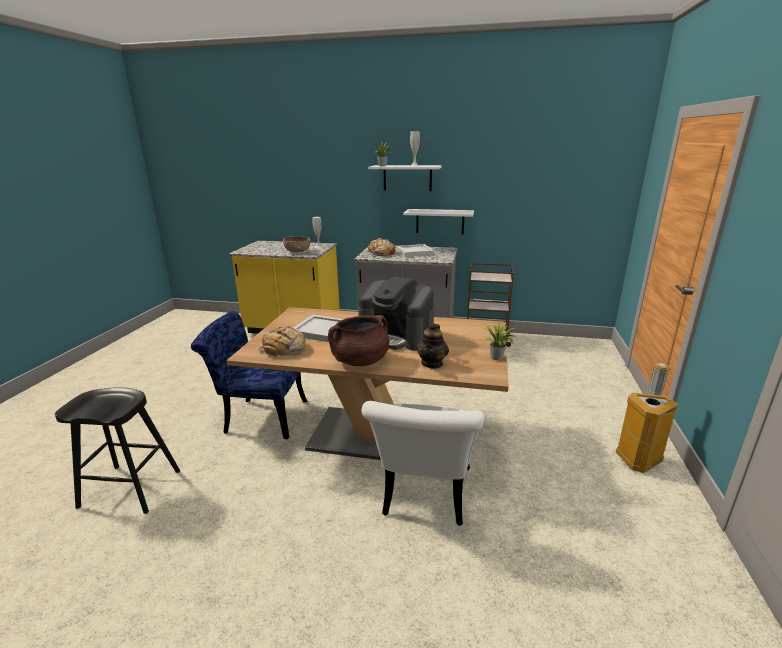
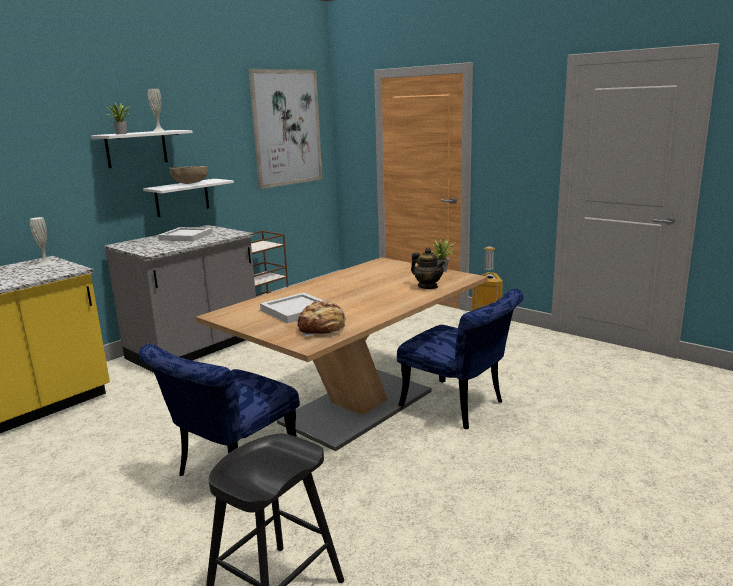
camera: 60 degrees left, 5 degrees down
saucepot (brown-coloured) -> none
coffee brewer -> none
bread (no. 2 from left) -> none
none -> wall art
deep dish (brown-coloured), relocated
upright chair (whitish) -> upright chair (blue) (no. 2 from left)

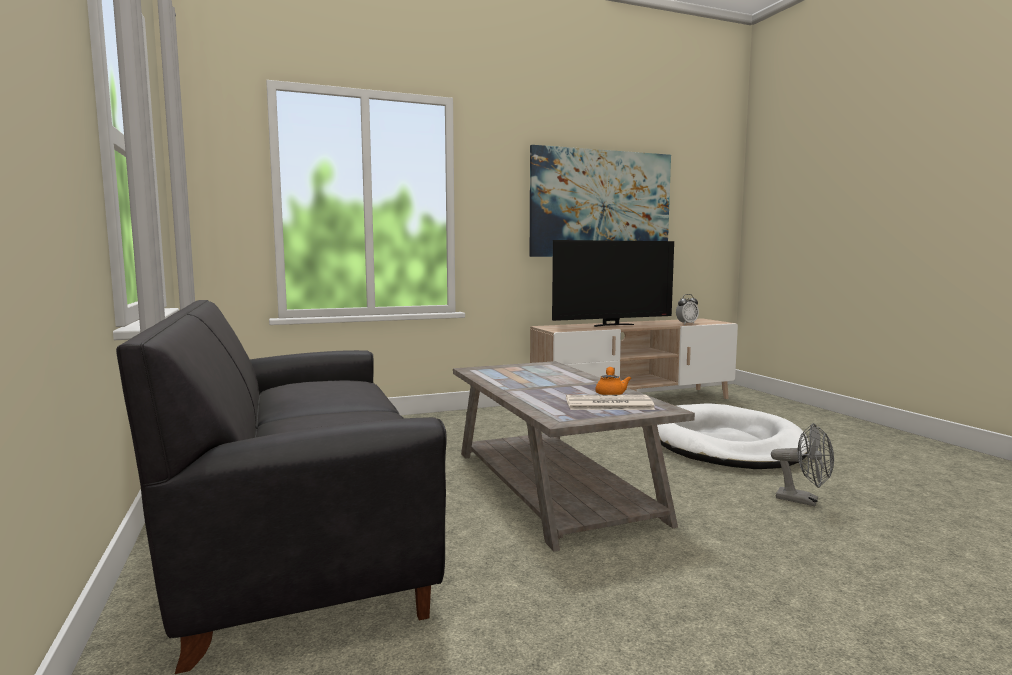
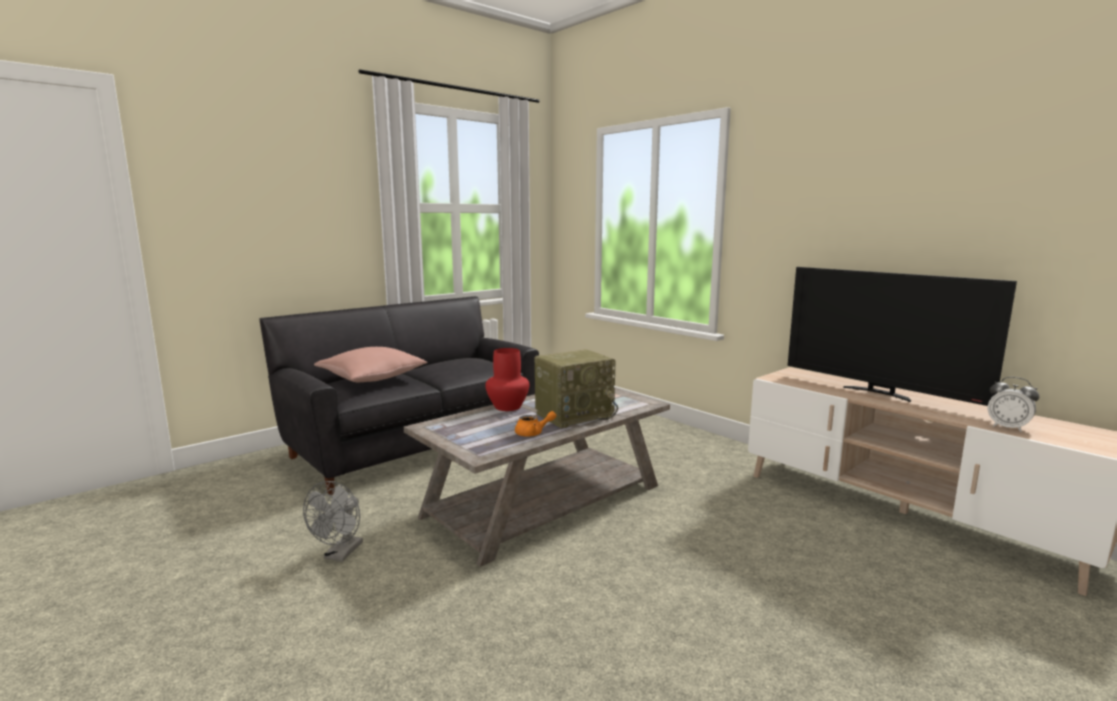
camera: 70 degrees right, 5 degrees up
wall art -> none
newspaper -> none
dog cushion (whitish) -> none
none -> cushion (pink)
none -> decorative vase (reddish)
none -> radio
fan (grey), relocated

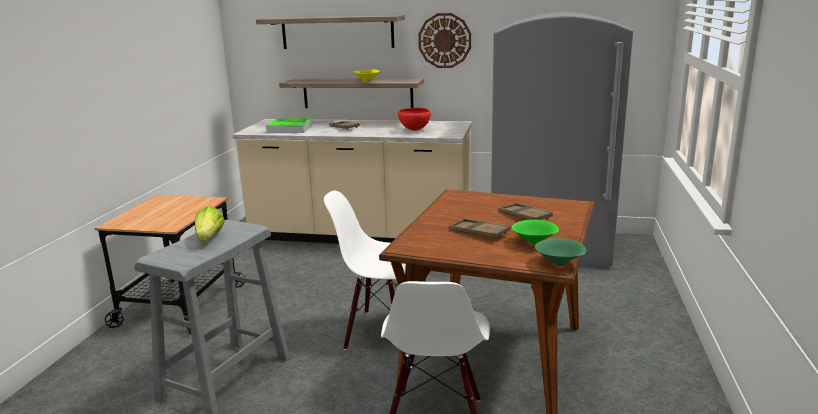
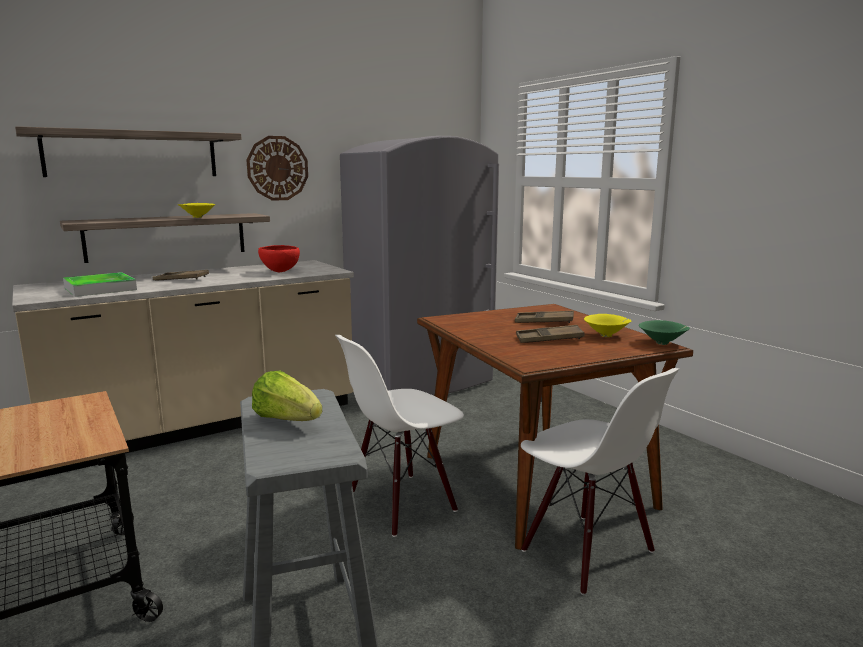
camera: 45 degrees left, 5 degrees down
deep dish (greenish) (no. 1 from left) -> deep dish (yellow-coloured) (no. 2 from left)

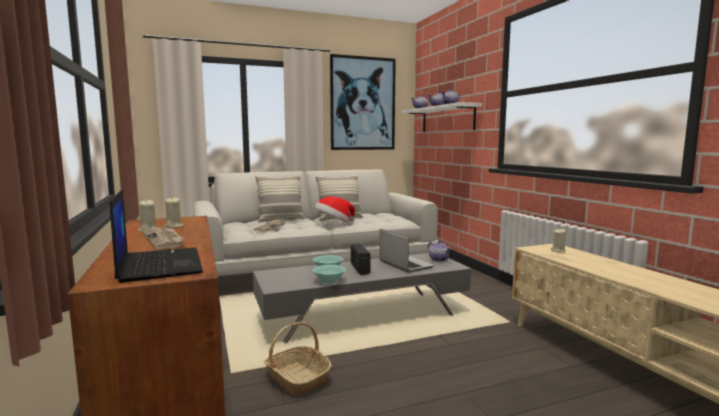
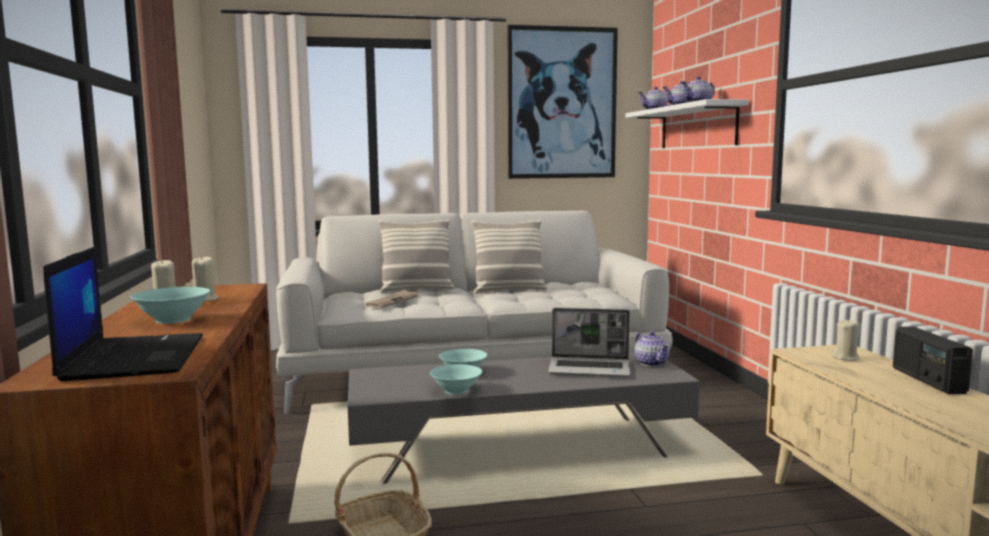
camera: 10 degrees right, 0 degrees up
wearable hat -> none
radio, relocated
newspaper (no. 1 from left) -> deep dish (turquoise) (no. 1 from left)
notebook computer (no. 2 from left), 120 degrees clockwise

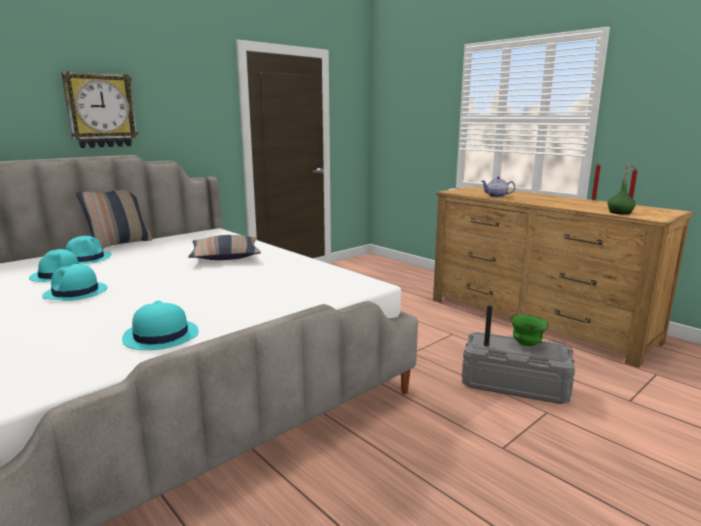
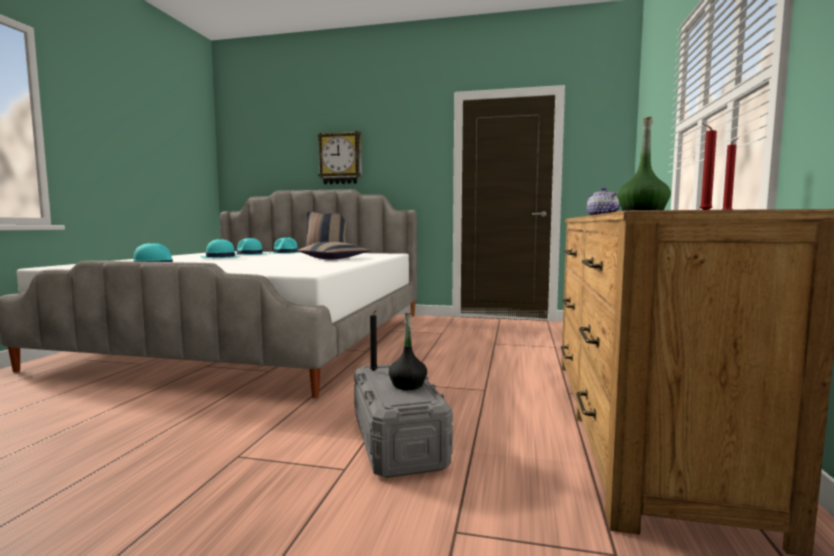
camera: 55 degrees right, 10 degrees down
deep dish (greenish) -> drink bottle (black)

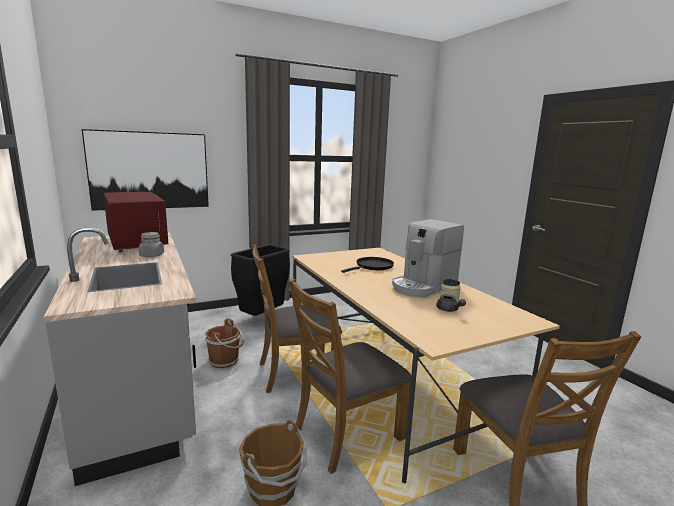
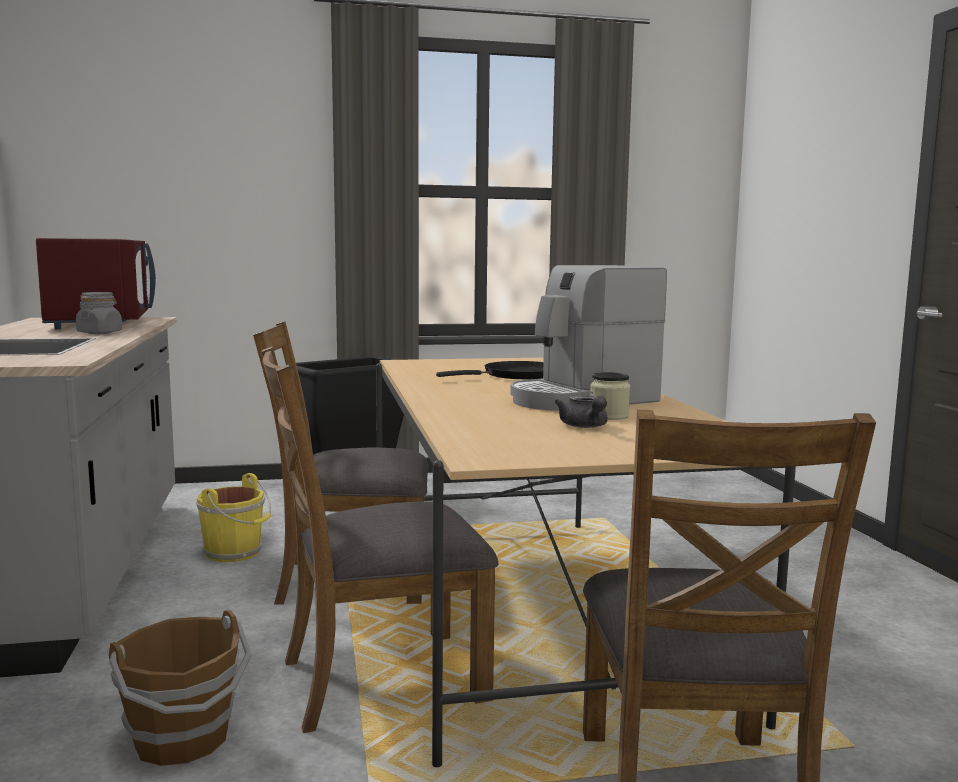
camera: 15 degrees right, 5 degrees down
wall art -> none
water bucket (brown-coloured) (no. 1 from left) -> water bucket (yellow-coloured)

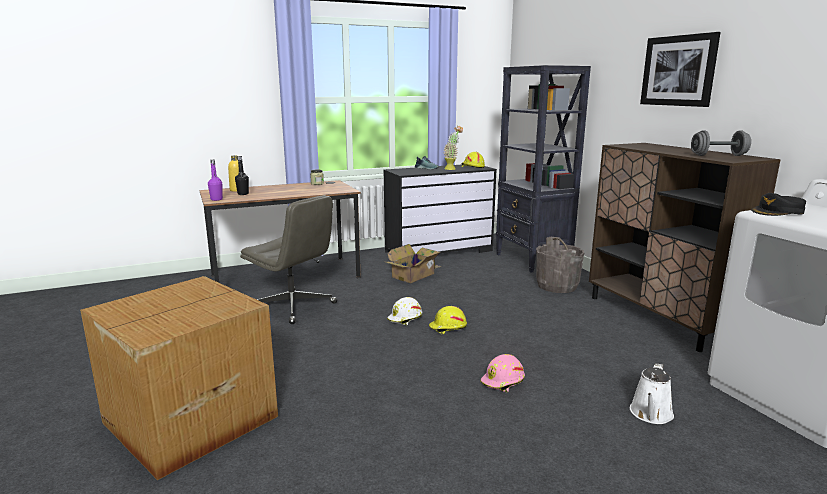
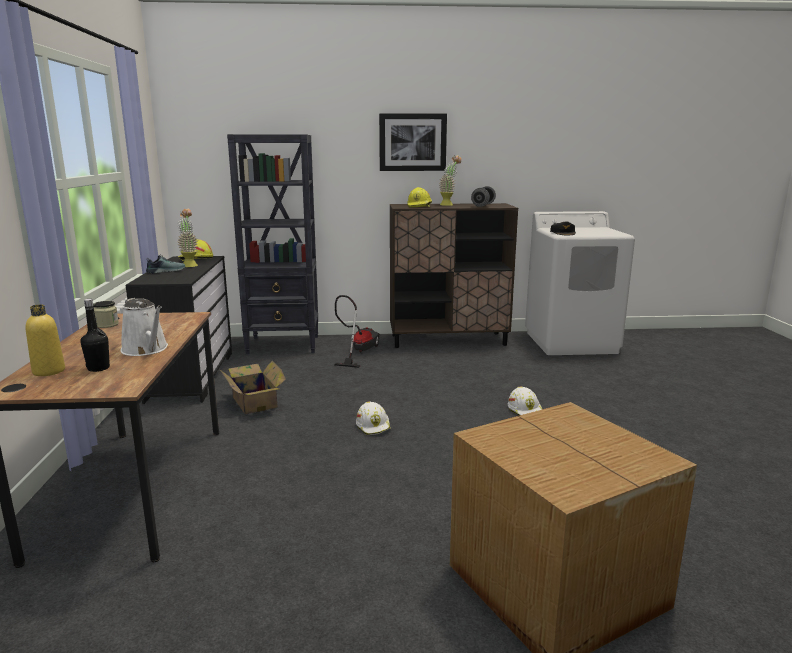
camera: 70 degrees left, 0 degrees up
drink bottle (purple-coloured) -> none
office chair (grey) -> none
none -> plant in a pot (no. 2 from left)
work helmet (yellow-coloured) (no. 1 from left in the first image) -> work helmet (yellow-coloured) (no. 2 from left), relocated
sprinkling can (whitish), relocated
water bucket (grey) -> hoover
work helmet (pink) -> work helmet (whitish) (no. 2 from left)

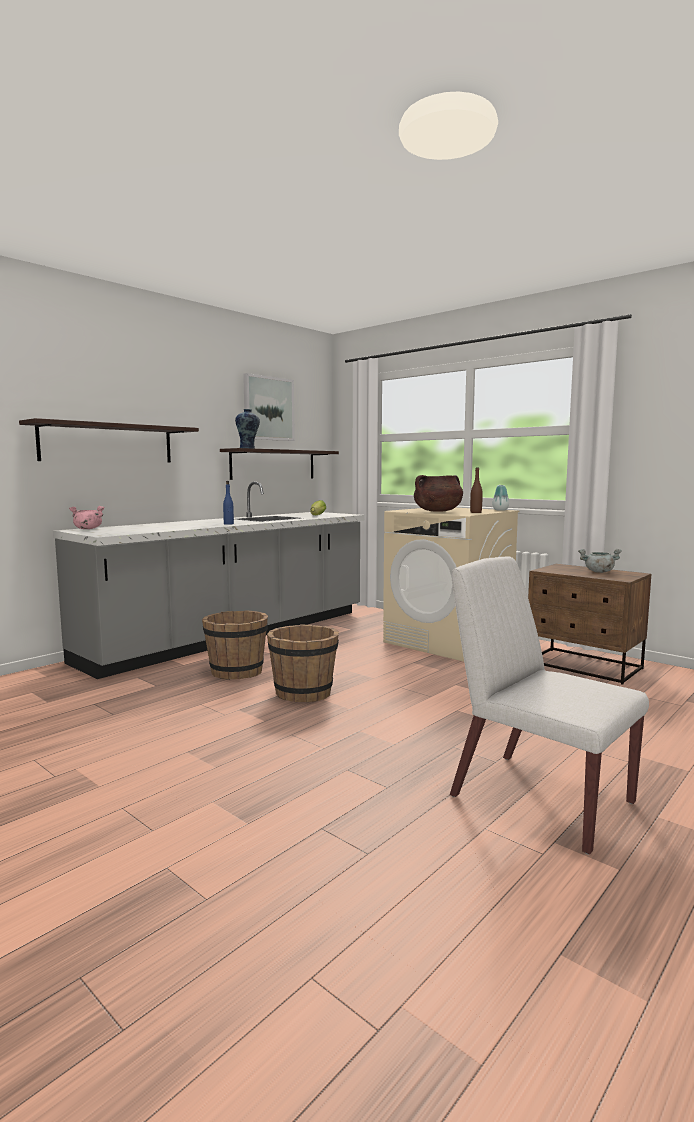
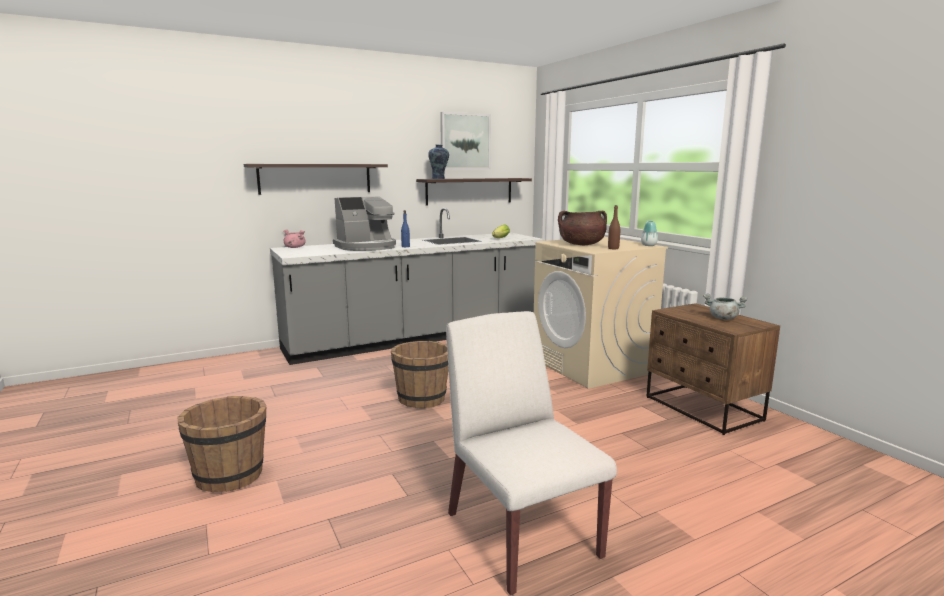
camera: 20 degrees right, 5 degrees up
none -> coffee brewer
water bucket (brown-coloured) (no. 1 from left), relocated

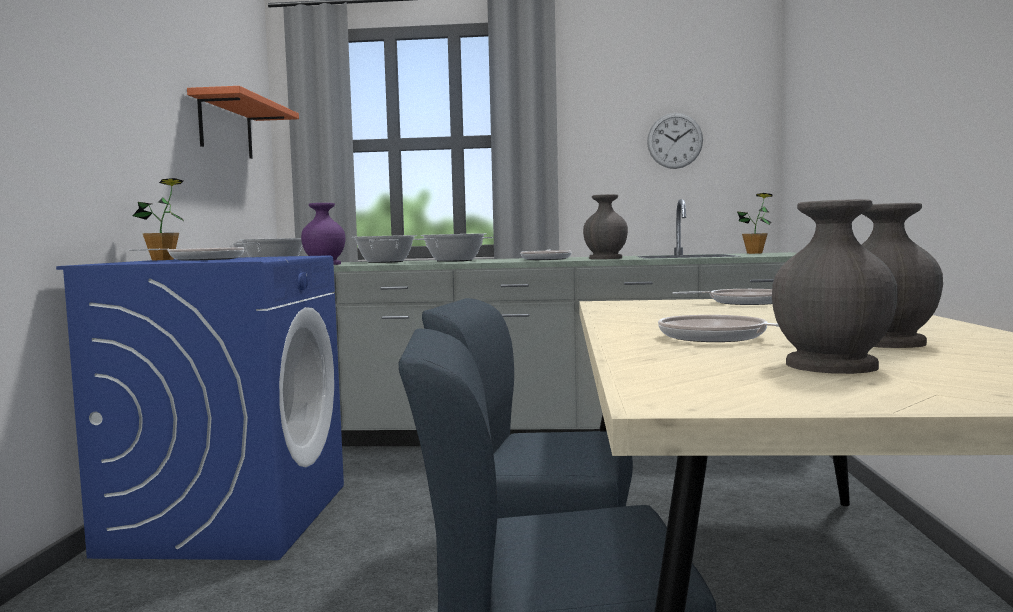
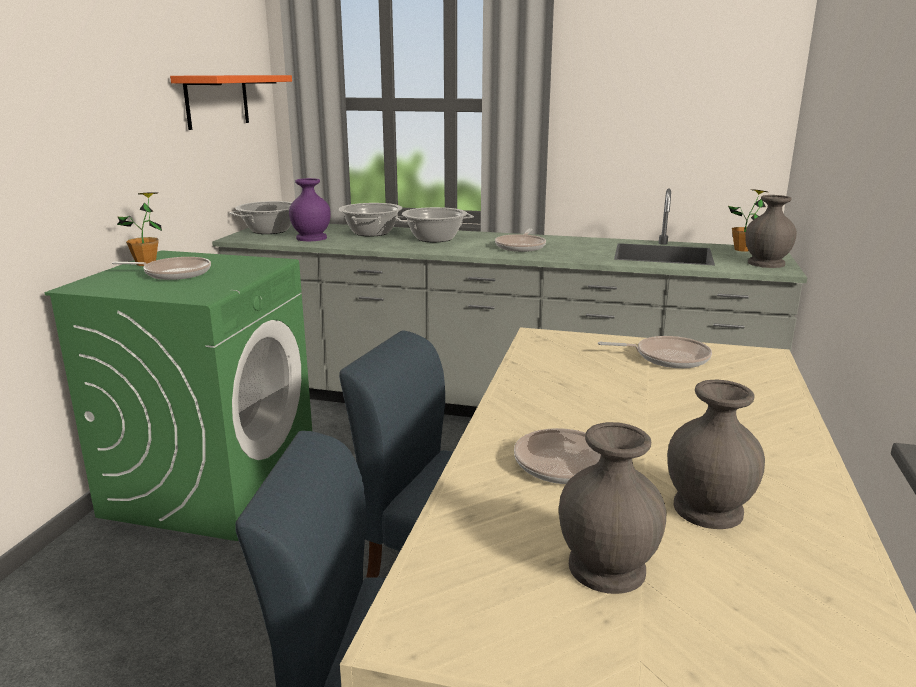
camera: 10 degrees right, 15 degrees up
clock on the wall -> none
decorative vase (grey) (no. 1 from left in the first image) -> decorative vase (grey) (no. 3 from left), relocated
laundry appliance (blue) -> laundry appliance (greenish)

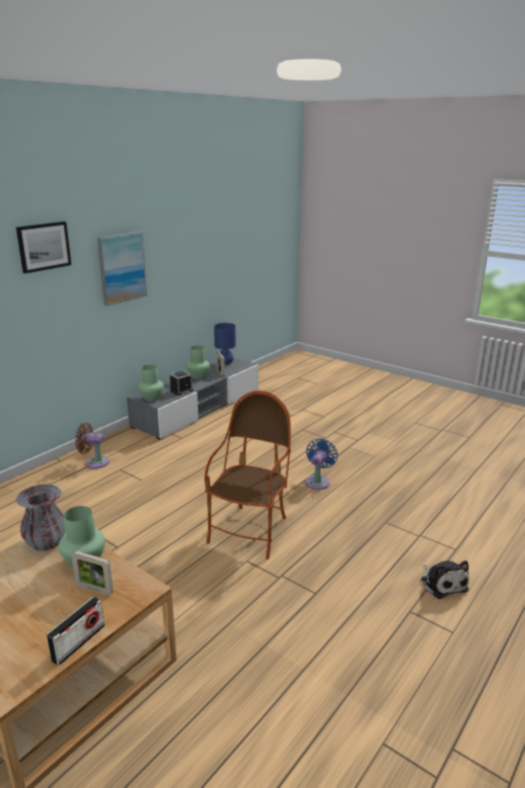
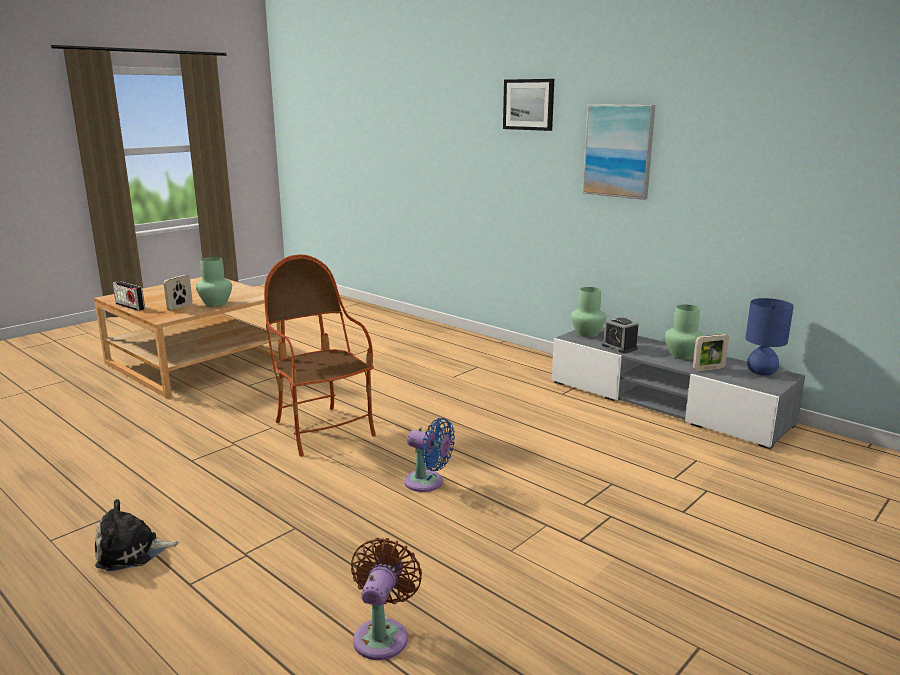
camera: 95 degrees right, 5 degrees down
decorative vase (grey) -> none
fan (brown-coloured), relocated
lounge chair, 150 degrees counterclockwise

